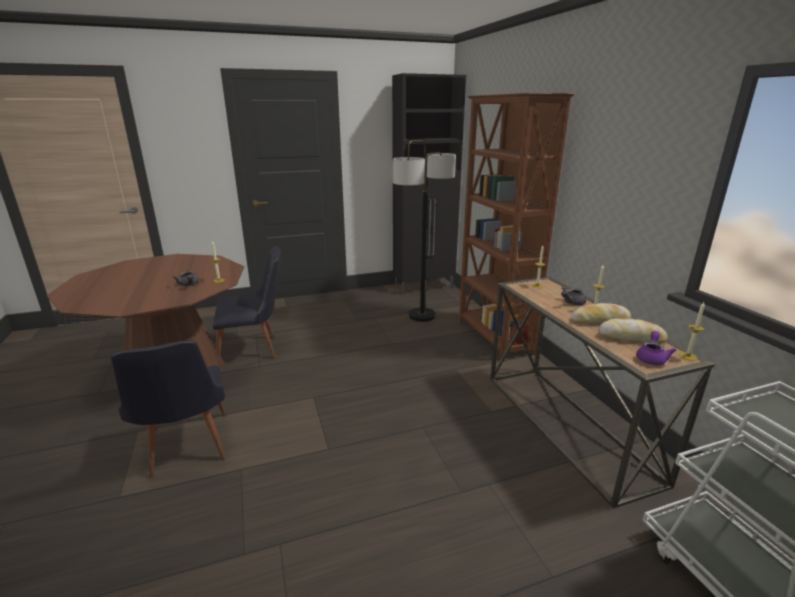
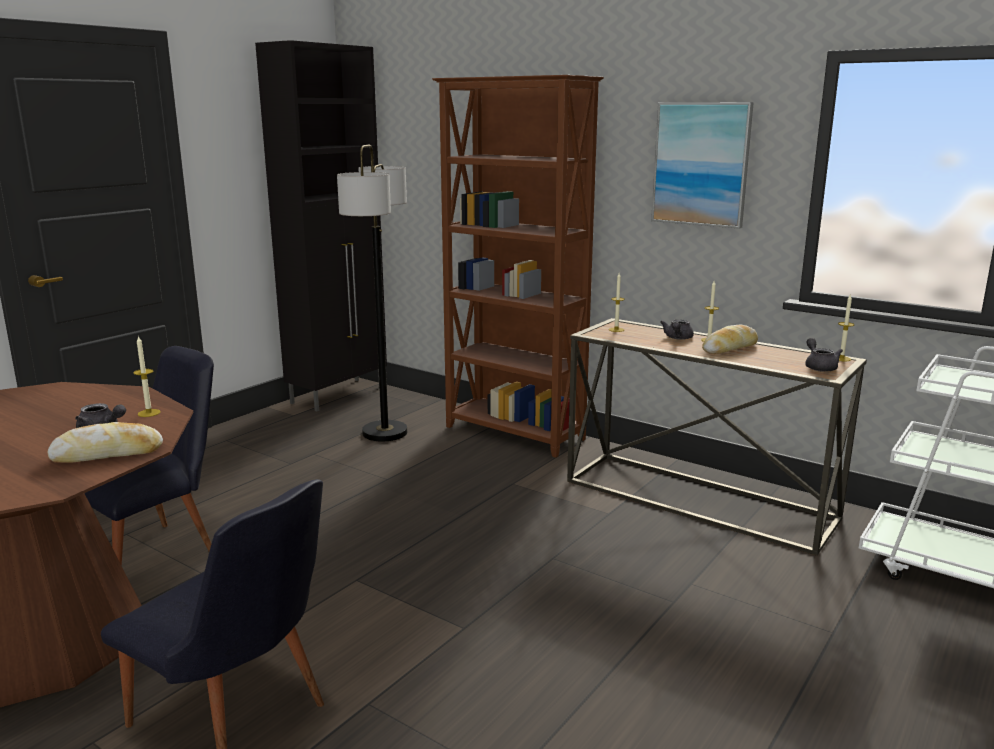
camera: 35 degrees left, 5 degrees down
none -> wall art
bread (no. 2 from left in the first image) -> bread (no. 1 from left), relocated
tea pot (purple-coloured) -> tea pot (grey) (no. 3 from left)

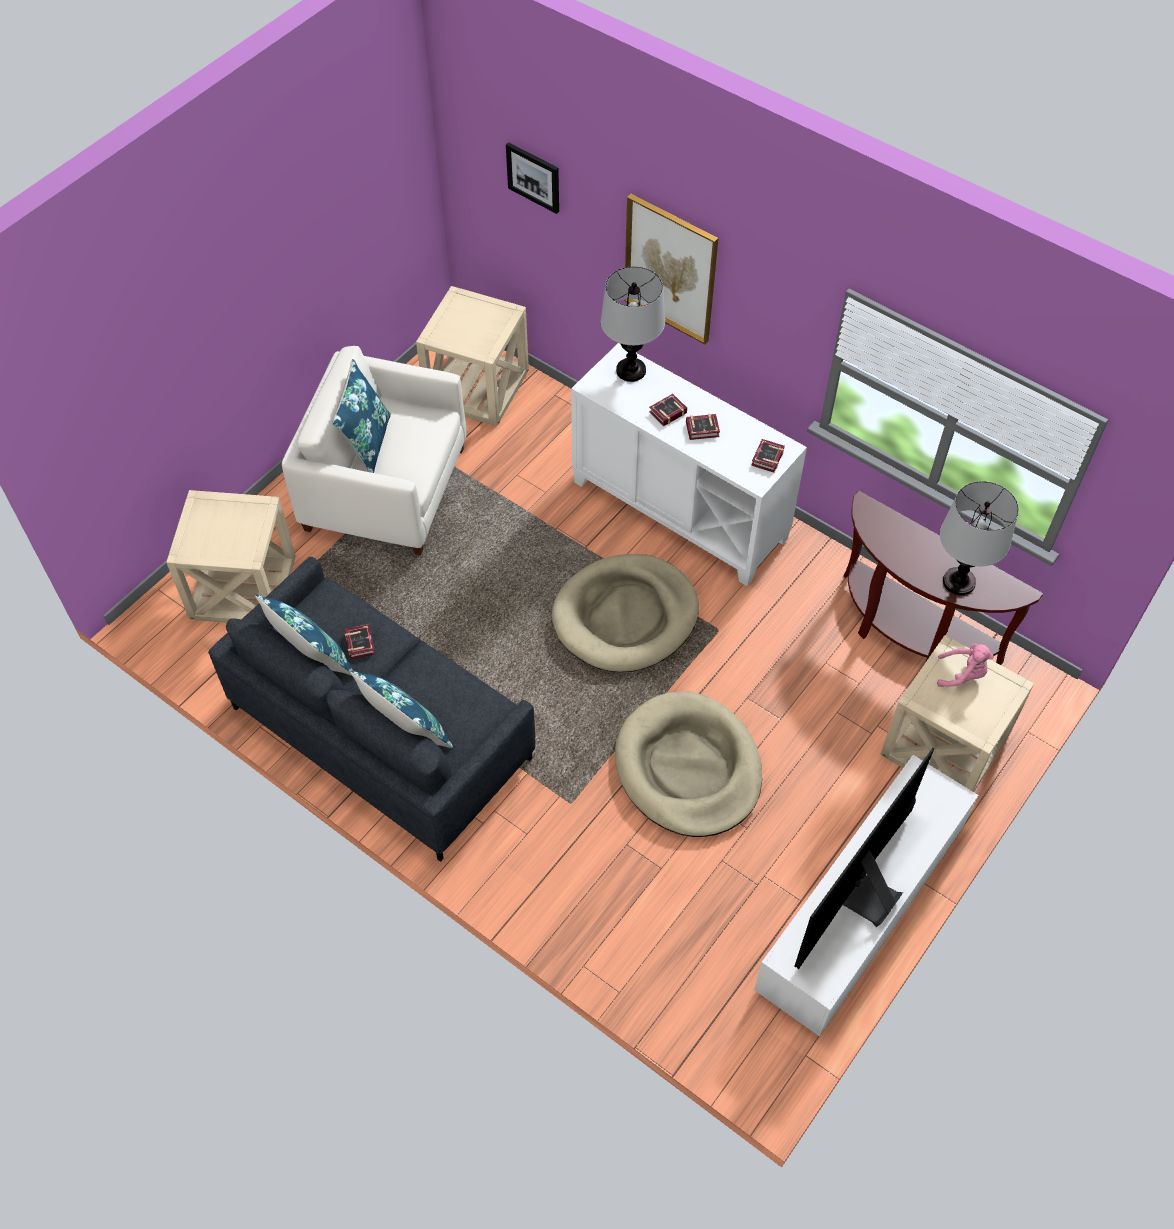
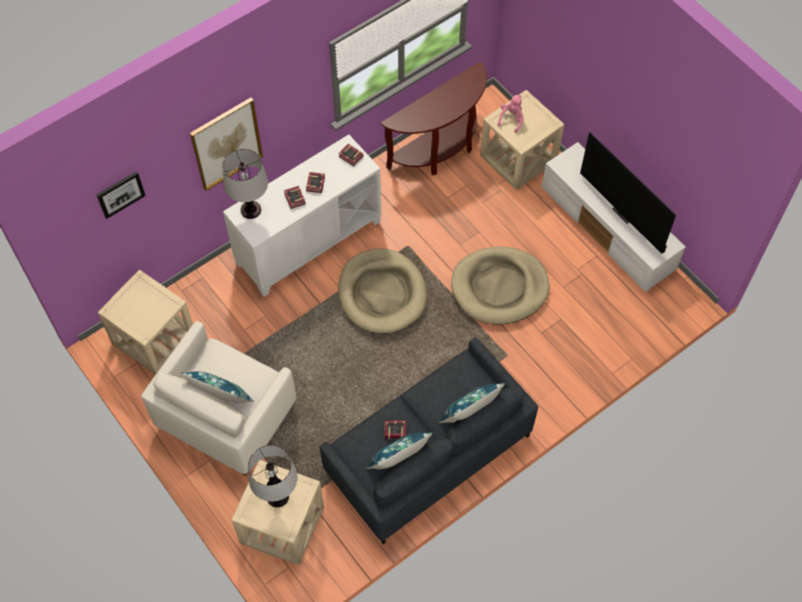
camera: 75 degrees left, 5 degrees up
table lamp (no. 2 from left), relocated

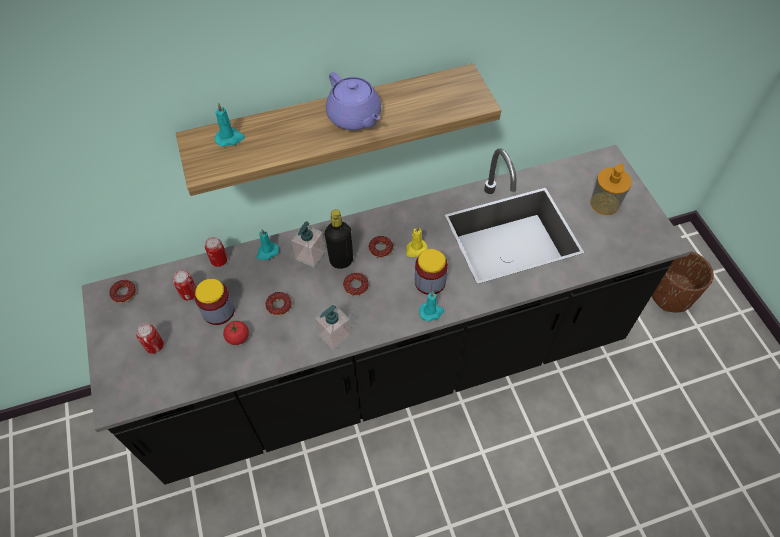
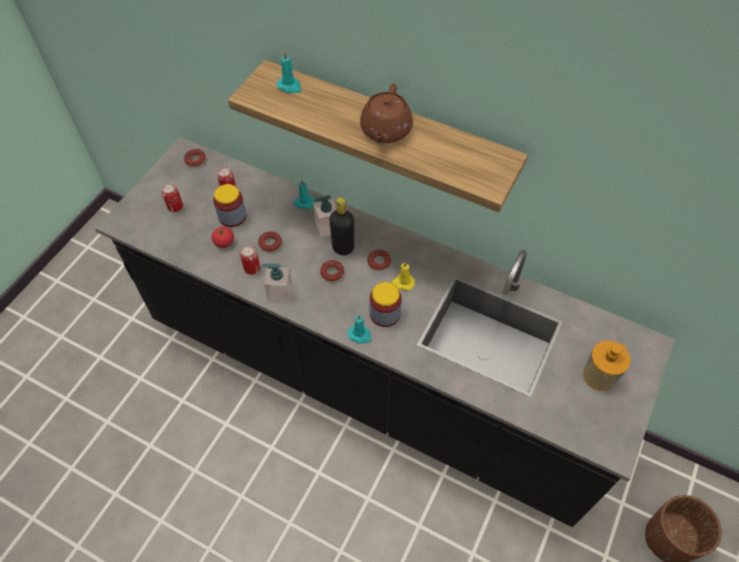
camera: 45 degrees right, 0 degrees up
metal can (no. 3 from left), relocated
tea pot (purple-coloured) -> tea pot (brown-coloured)

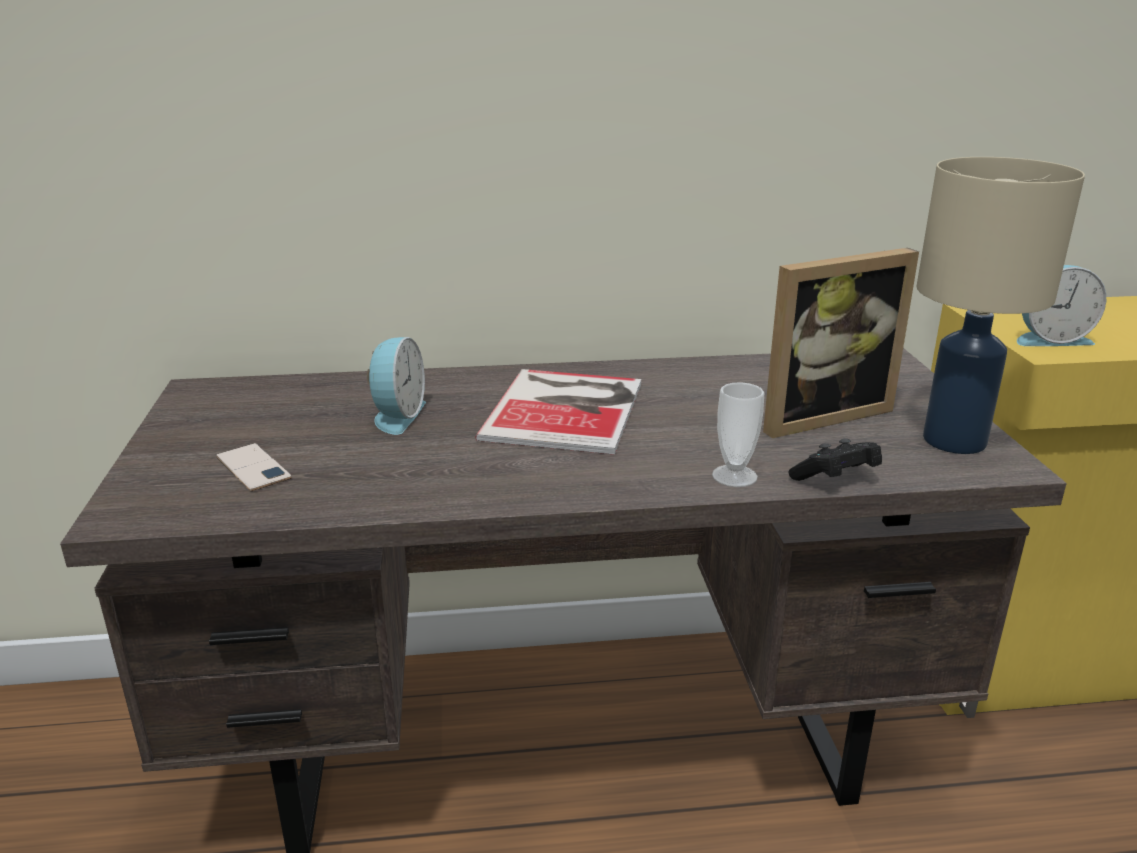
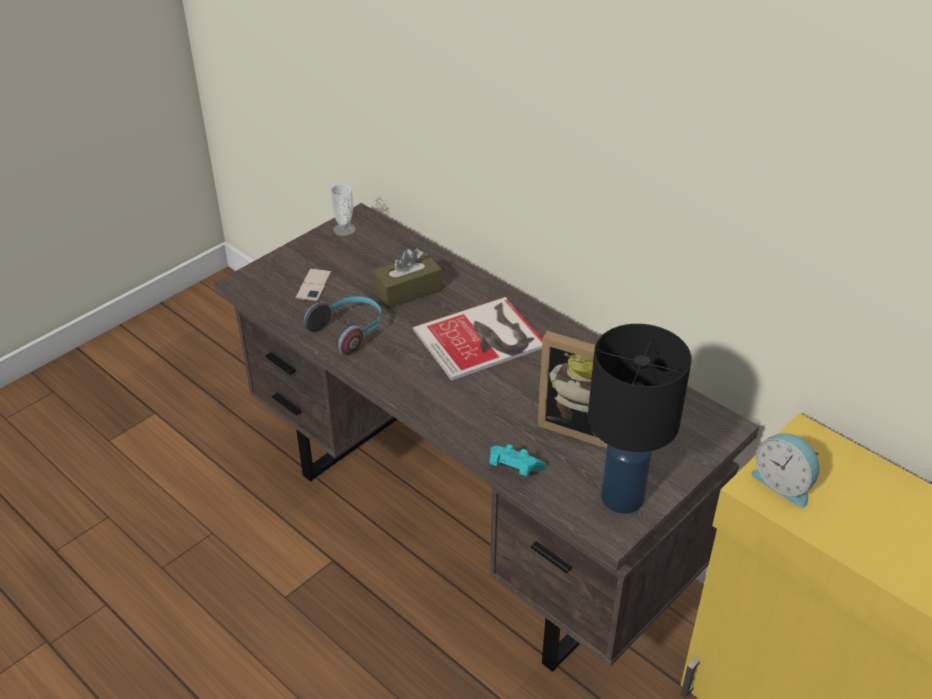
camera: 50 degrees right, 15 degrees up
none -> headphones
cup, relocated
bedside clock (no. 1 from left) -> tissue box (brown-coloured)
gamepad (black) -> gamepad (turquoise)
table lamp (beige) -> table lamp (black)

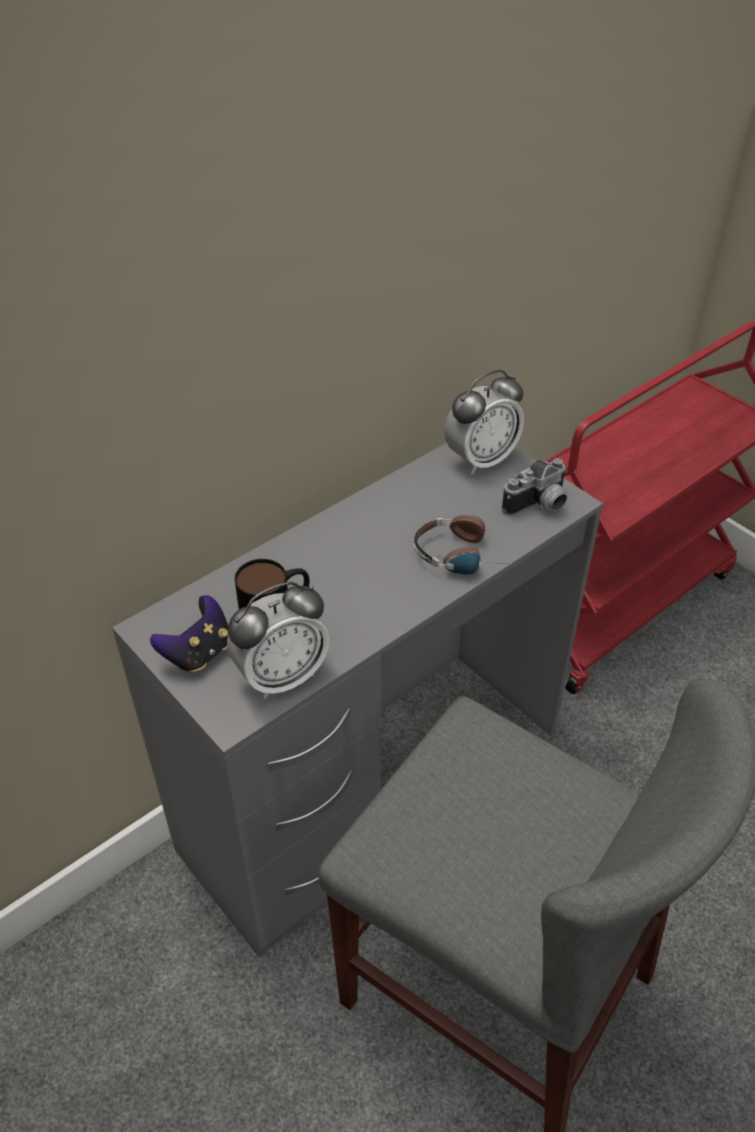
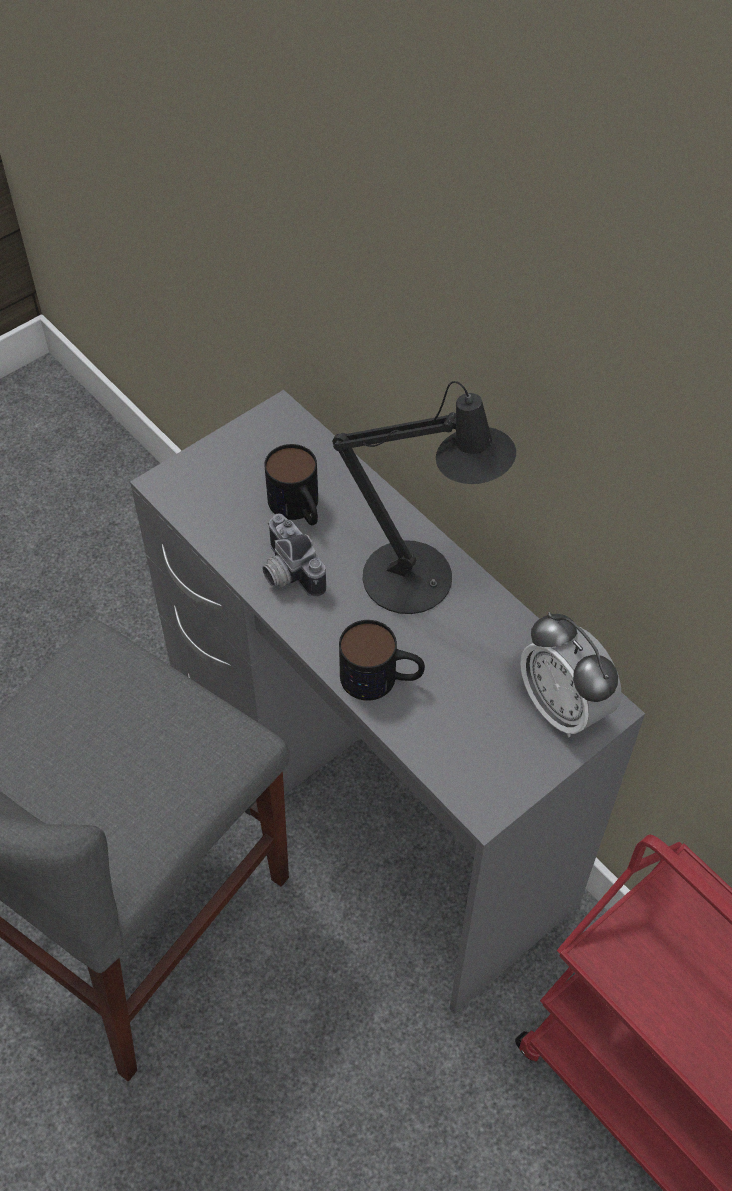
camera: 90 degrees right, 10 degrees up
gamepad -> none
bedside clock (no. 1 from left) -> none
none -> table lamp (black)
still camera, relocated
headphones -> mug (no. 2 from left)

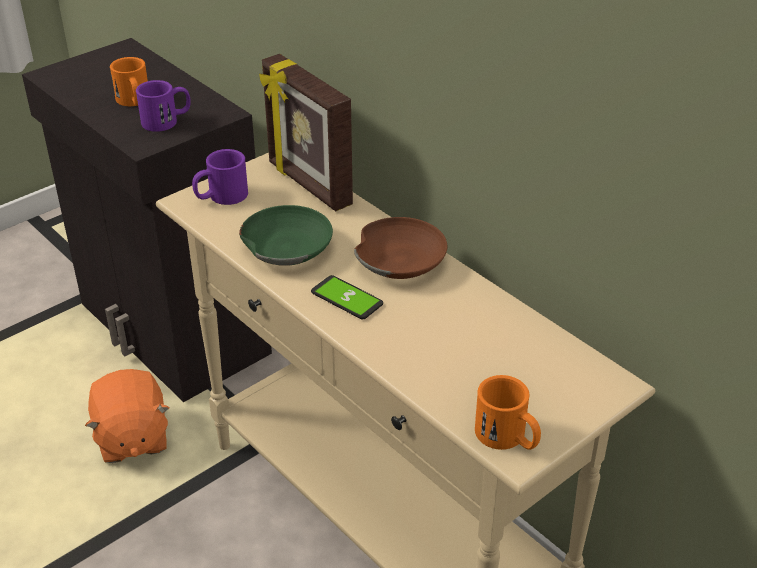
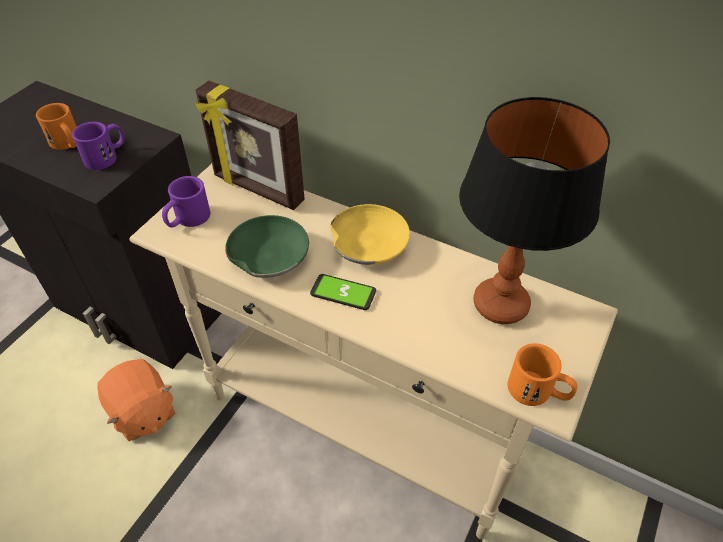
camera: 20 degrees left, 10 degrees up
none -> table lamp
deep dish (brown-coloured) -> deep dish (yellow-coloured)

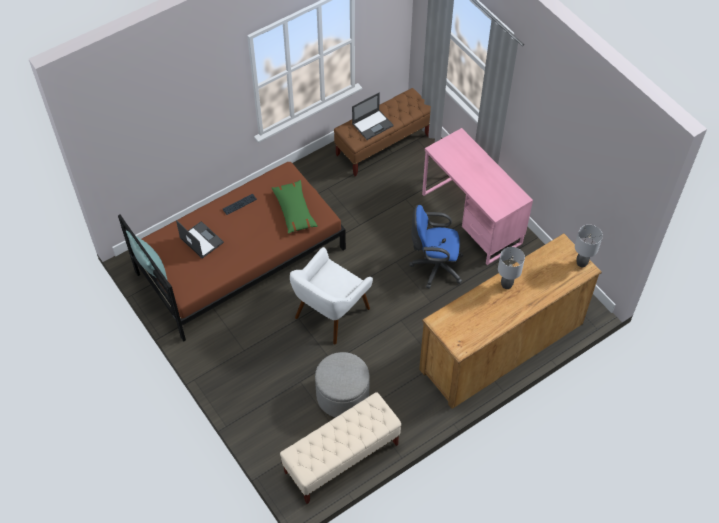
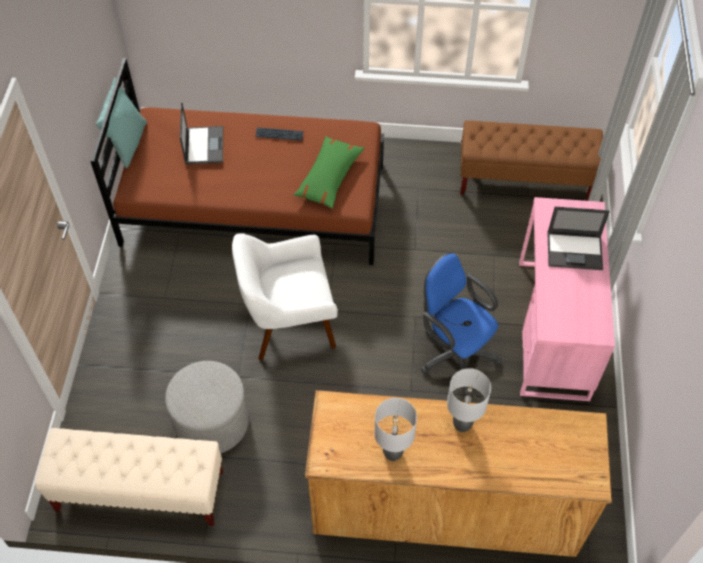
camera: 40 degrees right, 0 degrees up
notebook computer (no. 2 from left), relocated
table lamp (grey) (no. 2 from left in the first image) -> table lamp (grey) (no. 1 from left), relocated

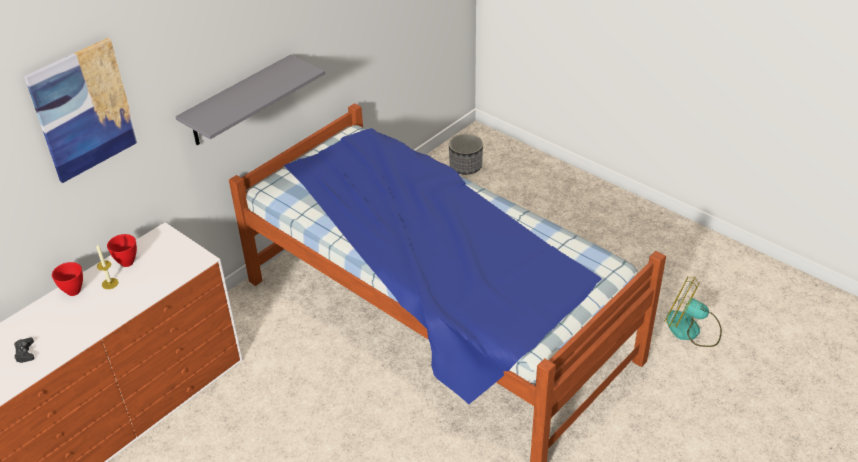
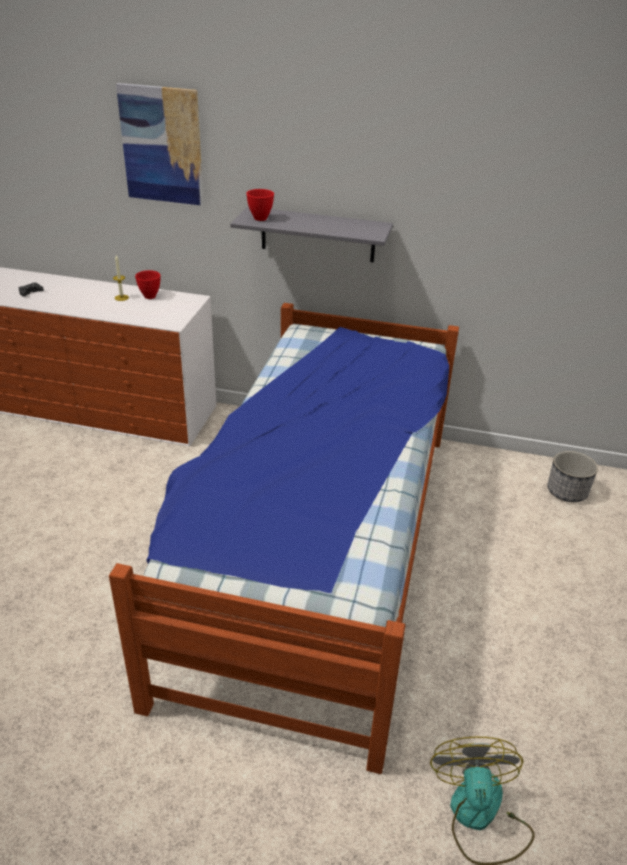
camera: 60 degrees right, 5 degrees down
deep dish (reddish) (no. 1 from left in the first image) -> deep dish (reddish) (no. 2 from left), relocated

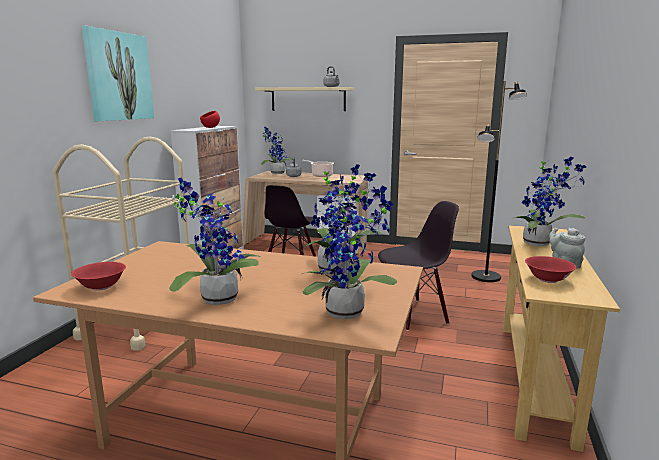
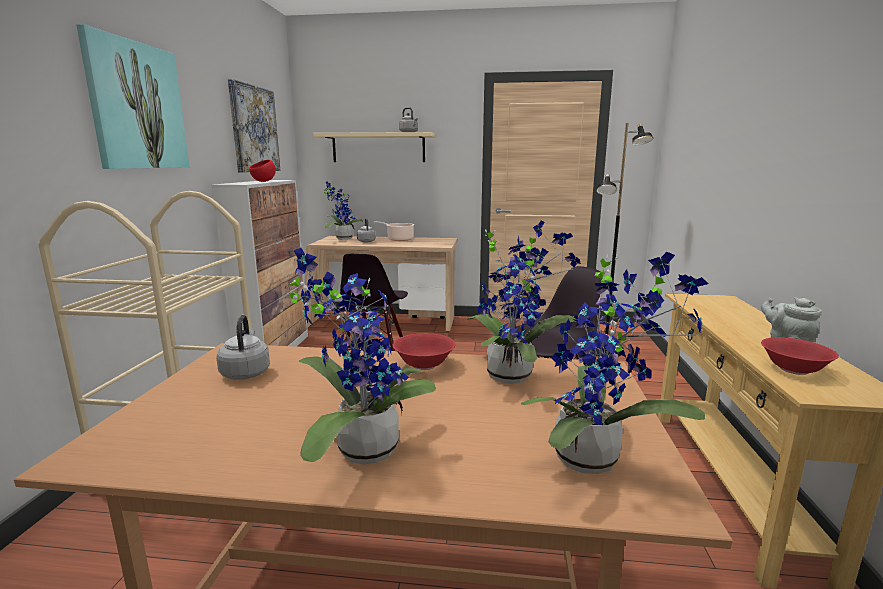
camera: 10 degrees left, 0 degrees up
plant in a pot (no. 5 from left) -> none
none -> tea kettle (grey) (no. 1 from left)
none -> wall art (no. 2 from left)
deep dish (reddish) (no. 1 from left in the first image) -> deep dish (reddish) (no. 2 from left), relocated

